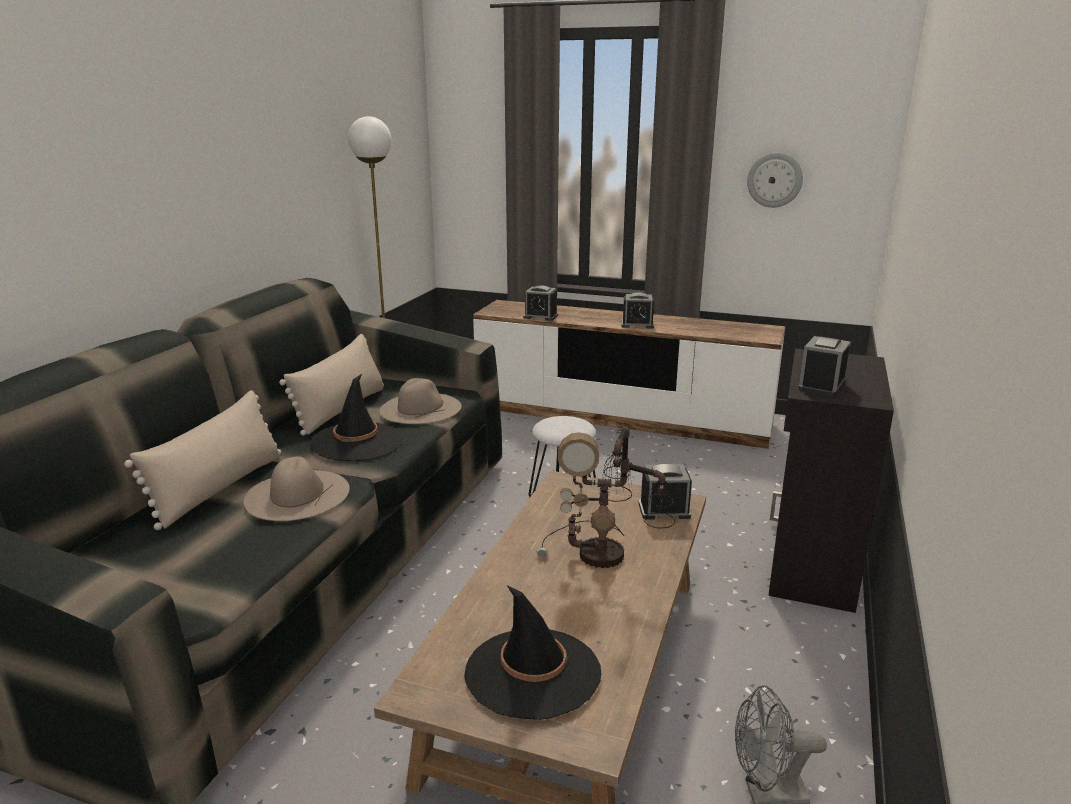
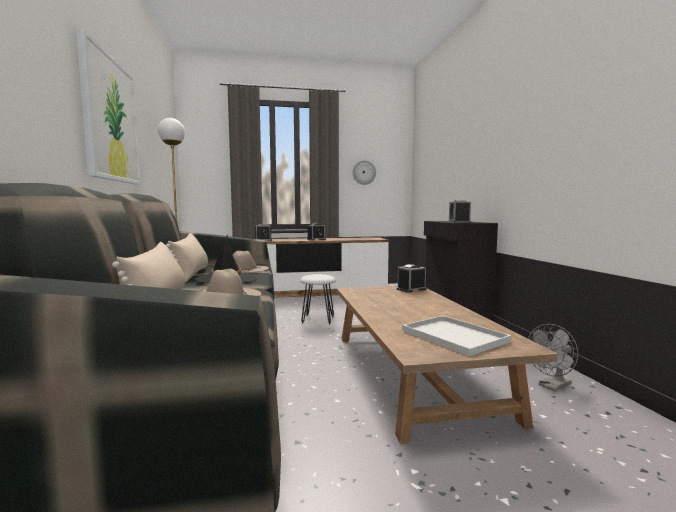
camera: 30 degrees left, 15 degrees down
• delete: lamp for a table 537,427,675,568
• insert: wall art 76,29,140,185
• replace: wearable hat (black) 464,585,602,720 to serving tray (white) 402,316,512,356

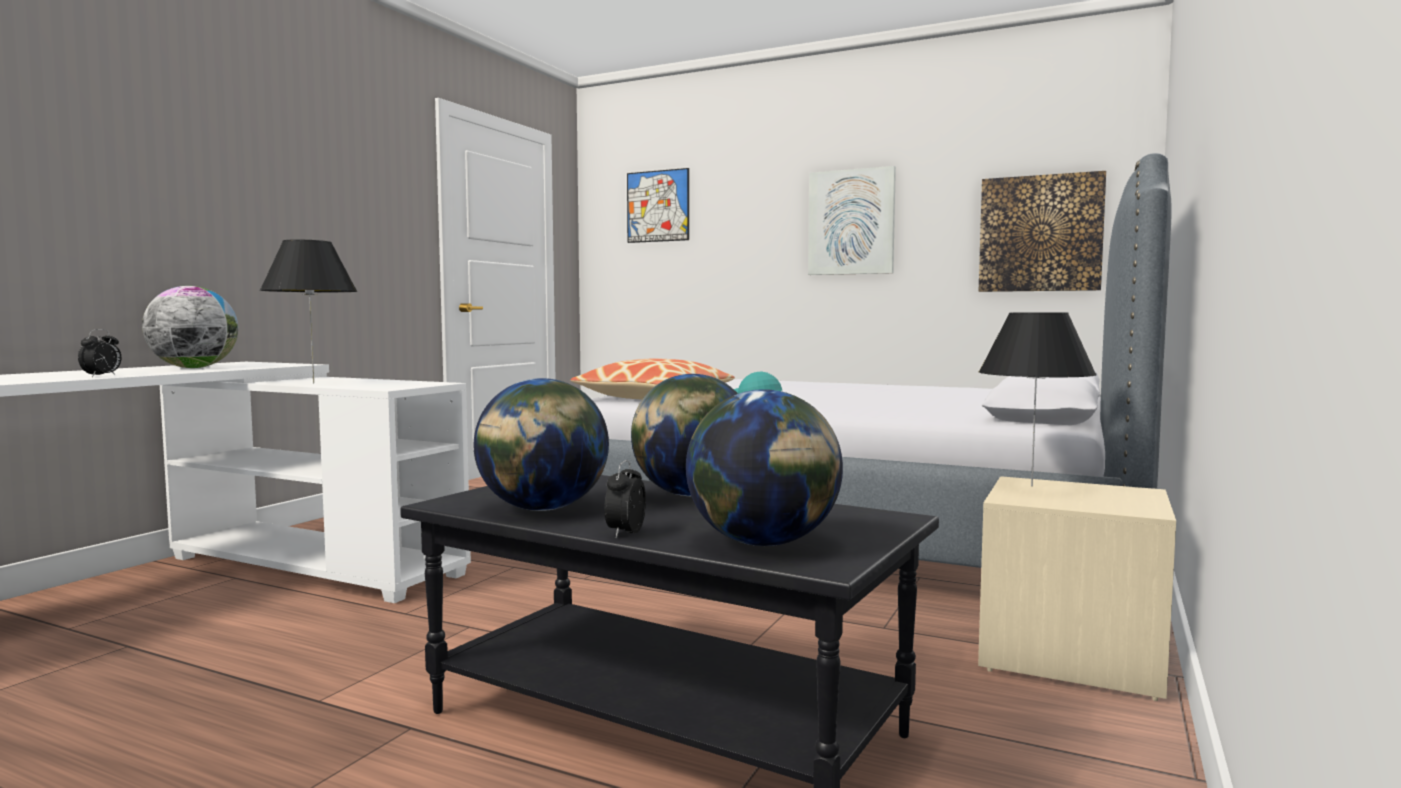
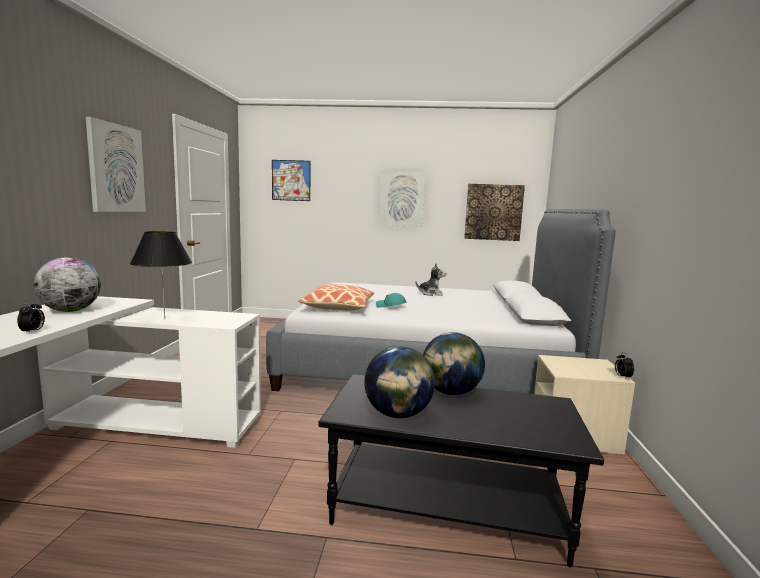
camera: 20 degrees left, 5 degrees up
• delete: desk globe 686,389,843,546
• delete: lamp for a table (black) 979,312,1097,486
• insert: wall art 86,117,146,212
• insert: cuddly toy 415,264,447,296
• move: bedside clock 604,460,646,538 to 615,352,634,379

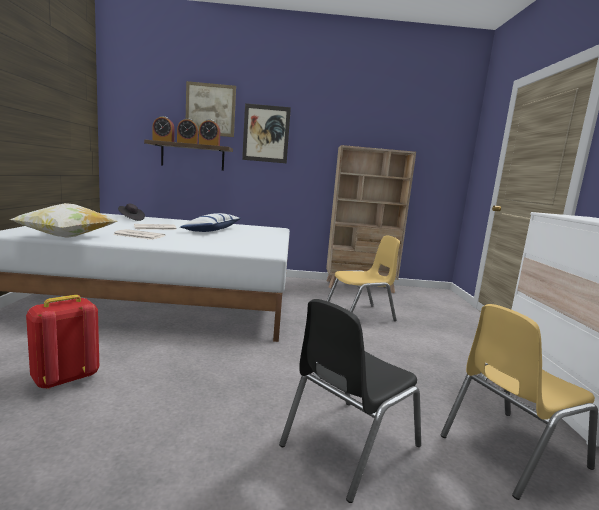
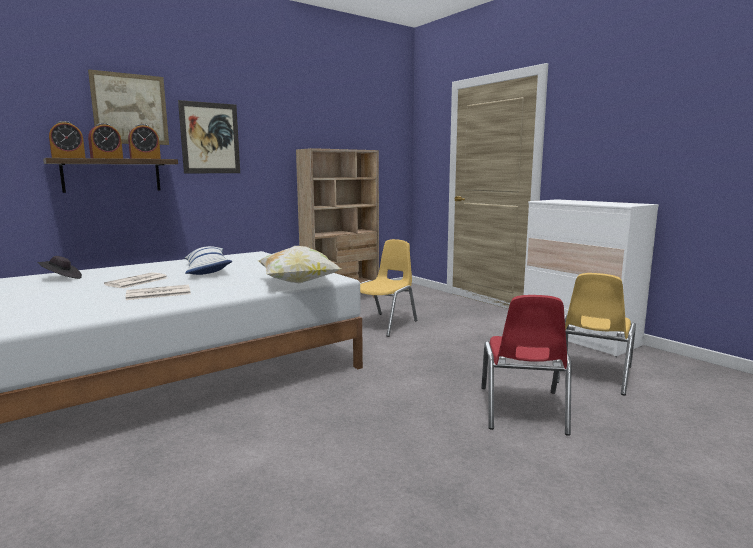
camera: 35 degrees left, 0 degrees up
• delete: rucksack (reddish) 26,295,99,389
• move: throw pillow 10,203,118,238 to 259,246,341,283
• recolor: chair (black) 279,299,421,503 to chair (reddish) 481,295,572,436

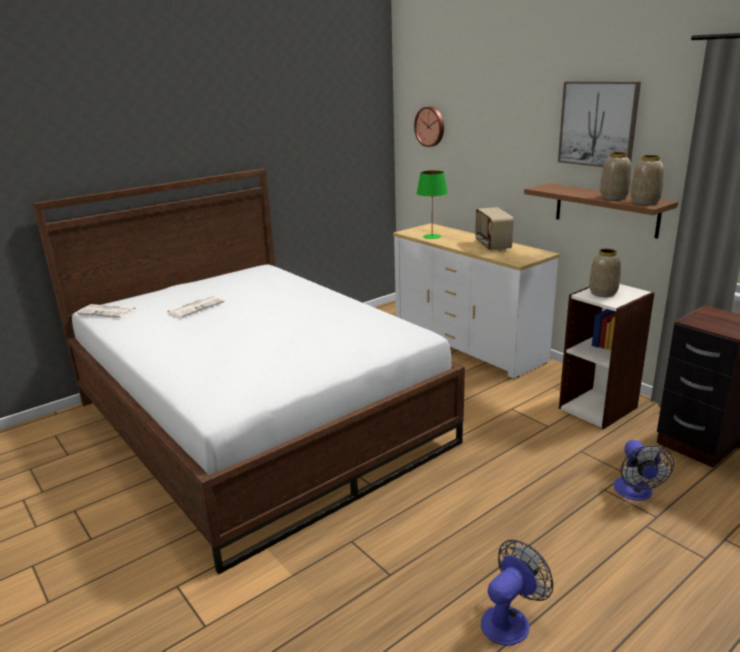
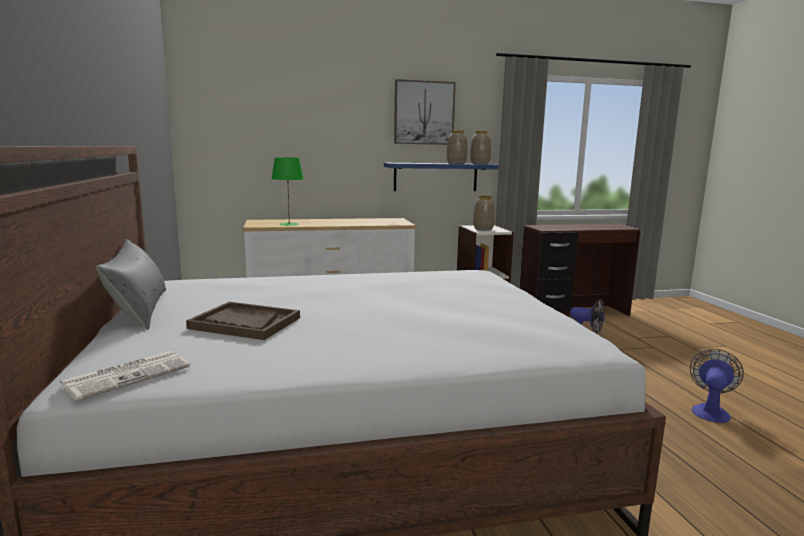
camera: 65 degrees left, 10 degrees down
• delete: wall clock 414,107,444,147
• delete: radio 475,207,514,251
• insert: throw pillow (grey) 96,239,166,330
• replace: printed paper 166,296,224,318 to serving tray (brown) 186,302,300,340
• recolor: wall shelf (brown) 524,183,678,239 to wall shelf (blue-coloured) 384,163,499,191
• rotate: fan 481,540,553,646 = 690,349,744,423 45 degrees clockwise

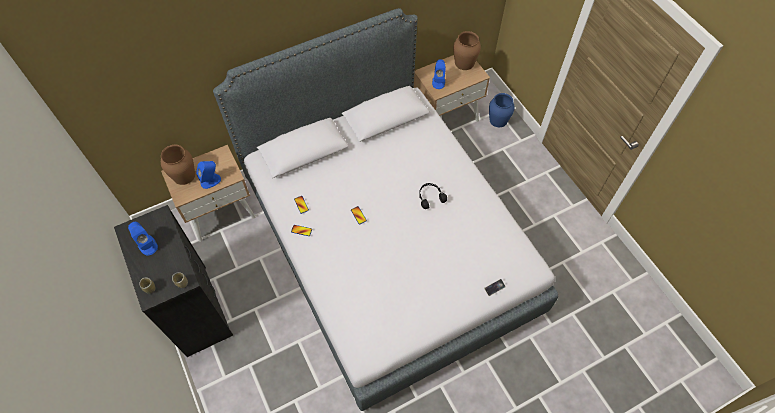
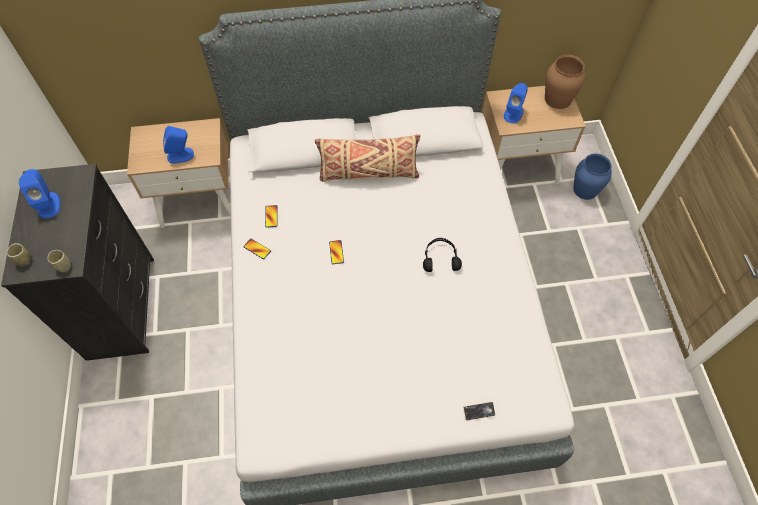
camera: 20 degrees right, 0 degrees up
• delete: decorative vase (brown) 161,145,195,185
• insert: throw pillow (beige) 315,134,420,182

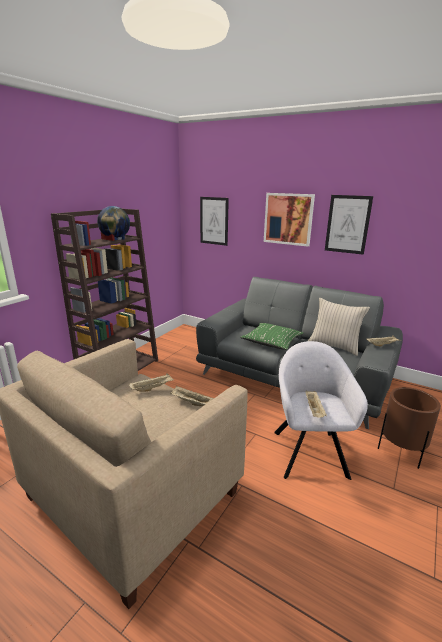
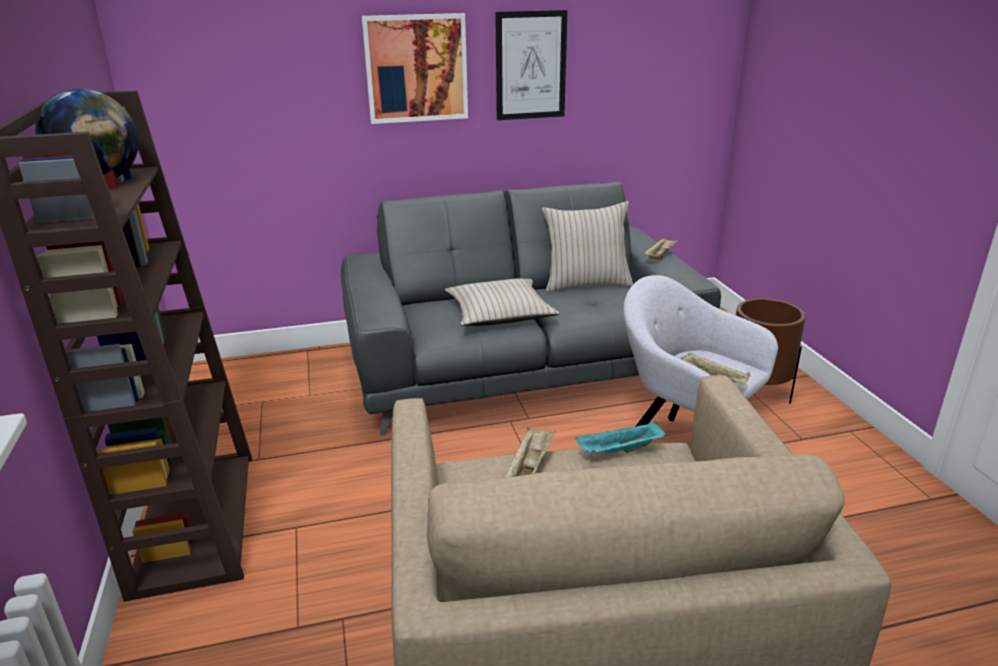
camera: 45 degrees left, 5 degrees up
• delete: wall art 200,197,229,246
• recolor: serving tray (beige) 170,386,214,406 to serving tray (turquoise-coloured) 575,421,665,454
• recolor: throw pillow (green) 240,323,303,350 to throw pillow (beige) 445,278,560,326

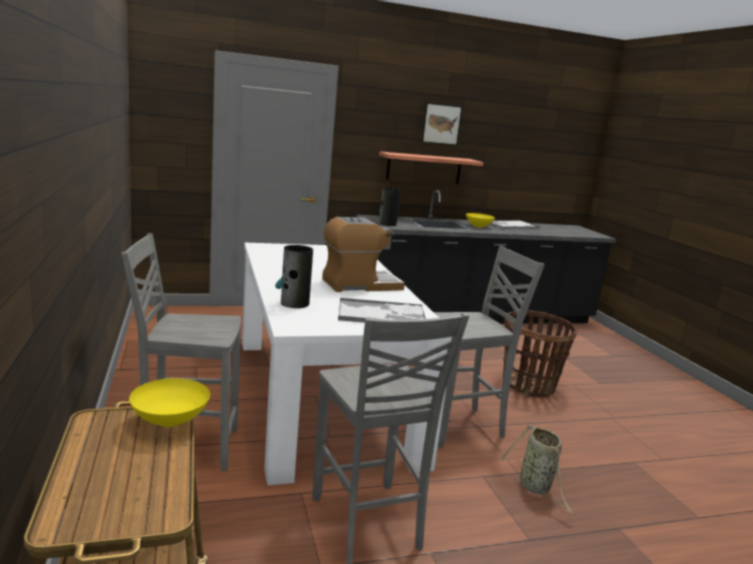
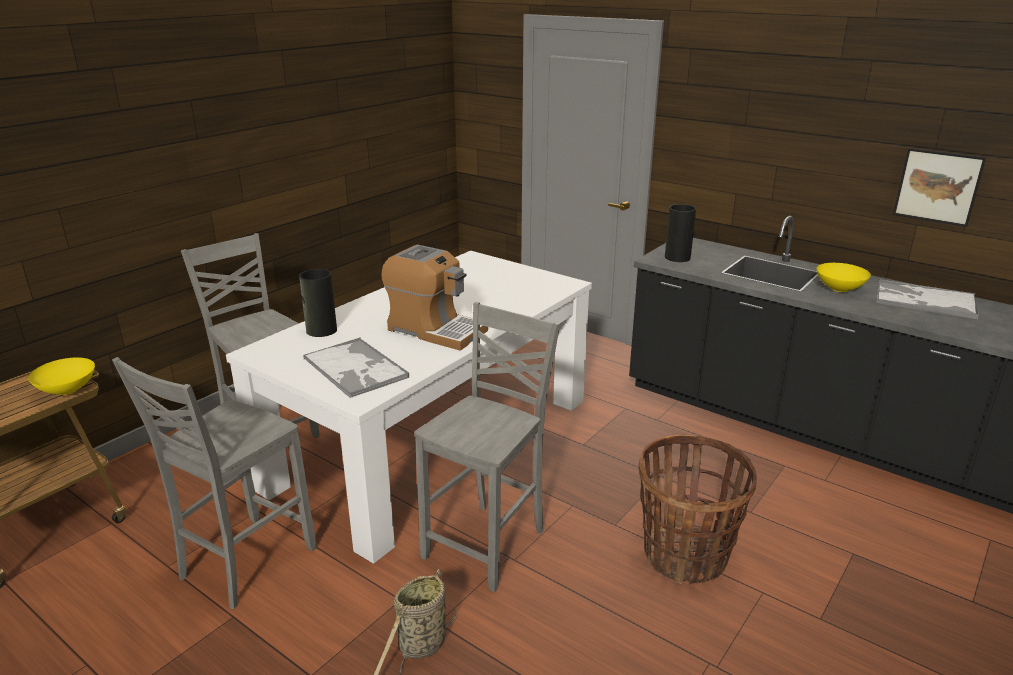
camera: 55 degrees right, 10 degrees up
• delete: wall shelf 379,151,484,184
• move: wall art 421,102,463,146 to 893,148,986,227
• rotate: chair (grey) 434,245,545,448 = 414,302,560,592 90 degrees counterclockwise

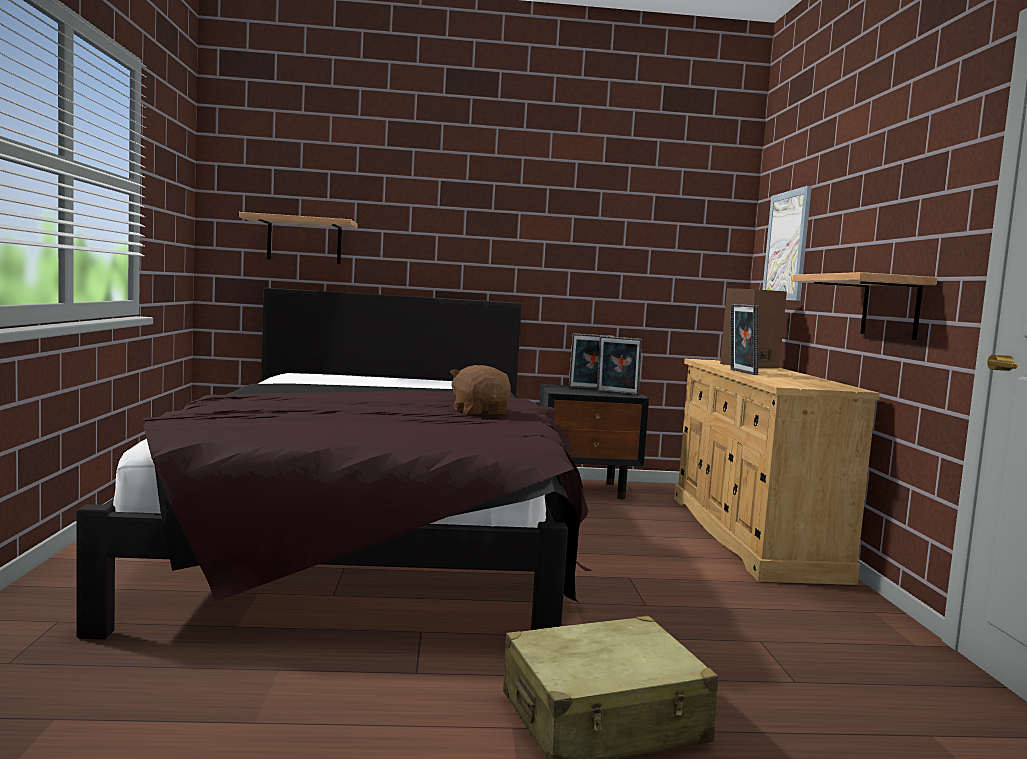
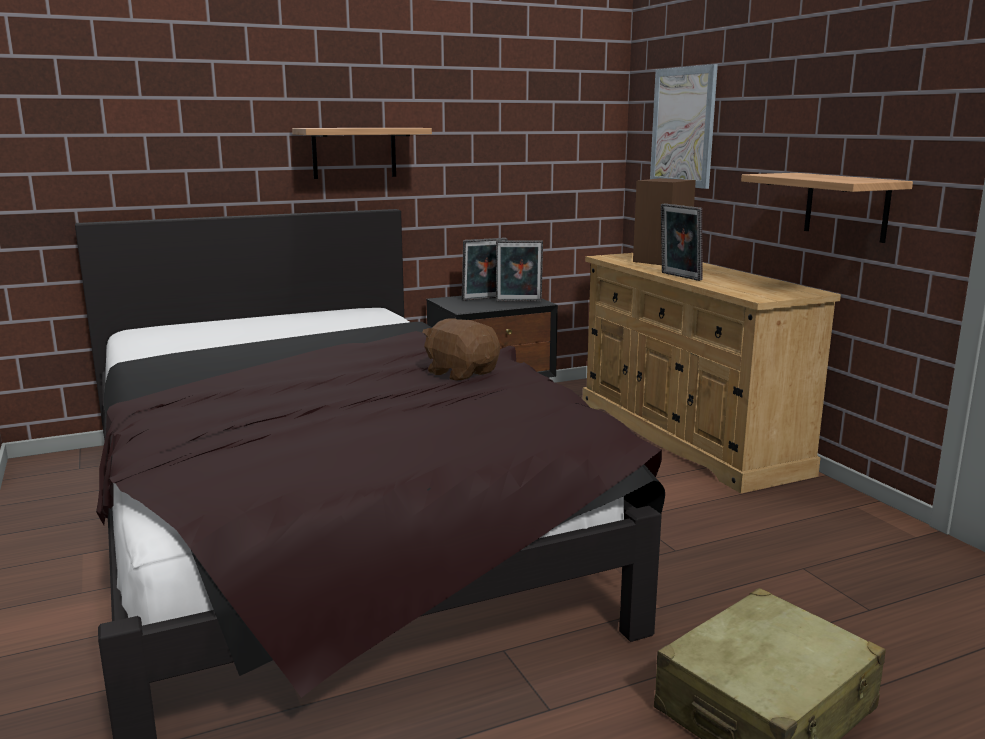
camera: 20 degrees left, 10 degrees up
• move: wall shelf 239,212,358,264 to 292,128,432,179

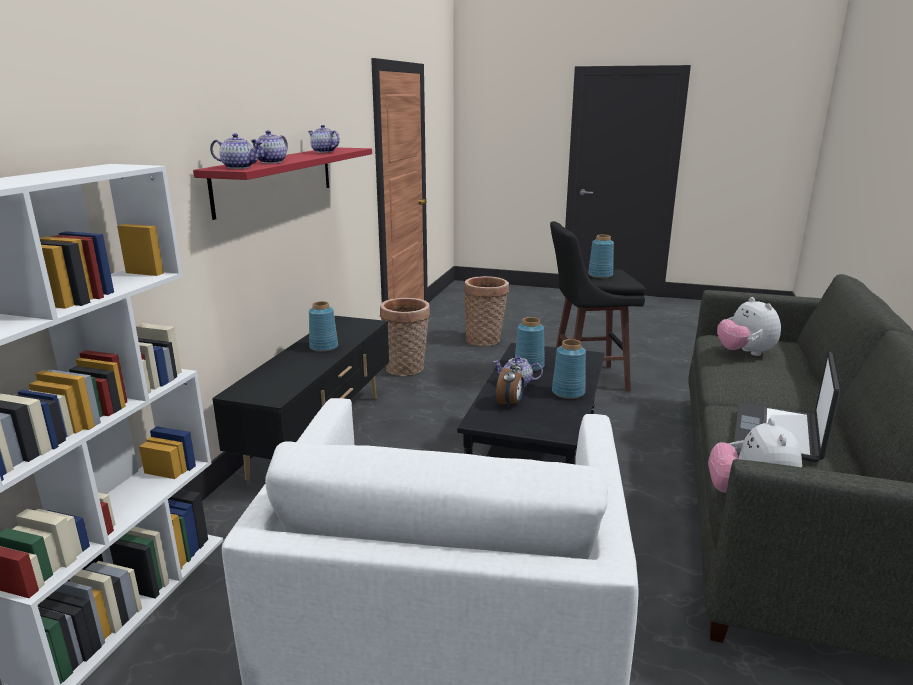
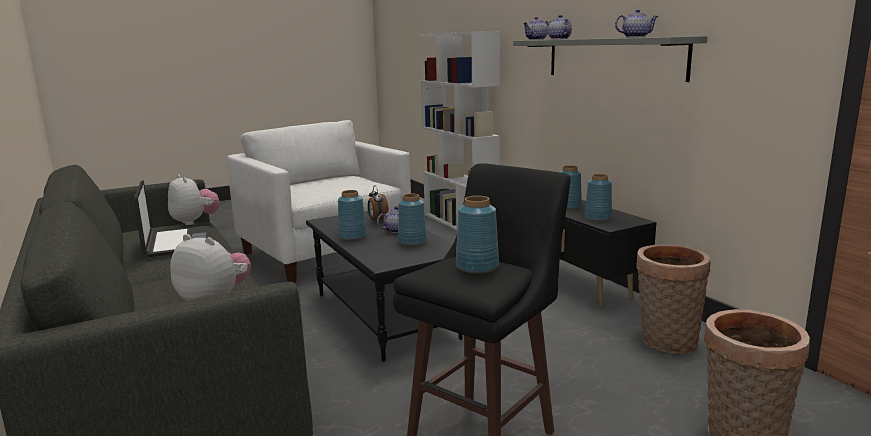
camera: 135 degrees right, 5 degrees down
• insert: decorative vase (blue-coloured) 584,174,612,221
• recolor: wall shelf (reddish) 193,147,372,220 to wall shelf (grey) 513,36,708,82

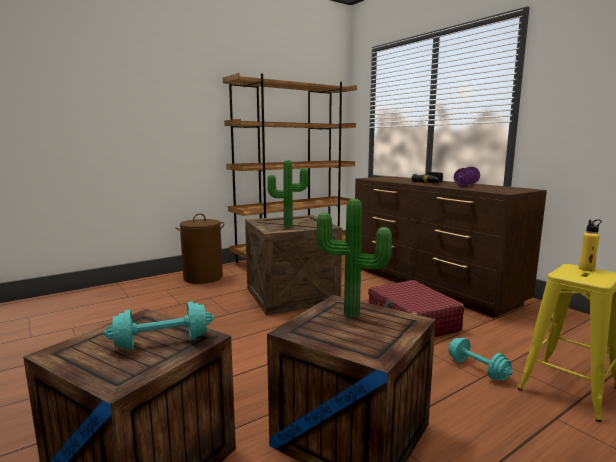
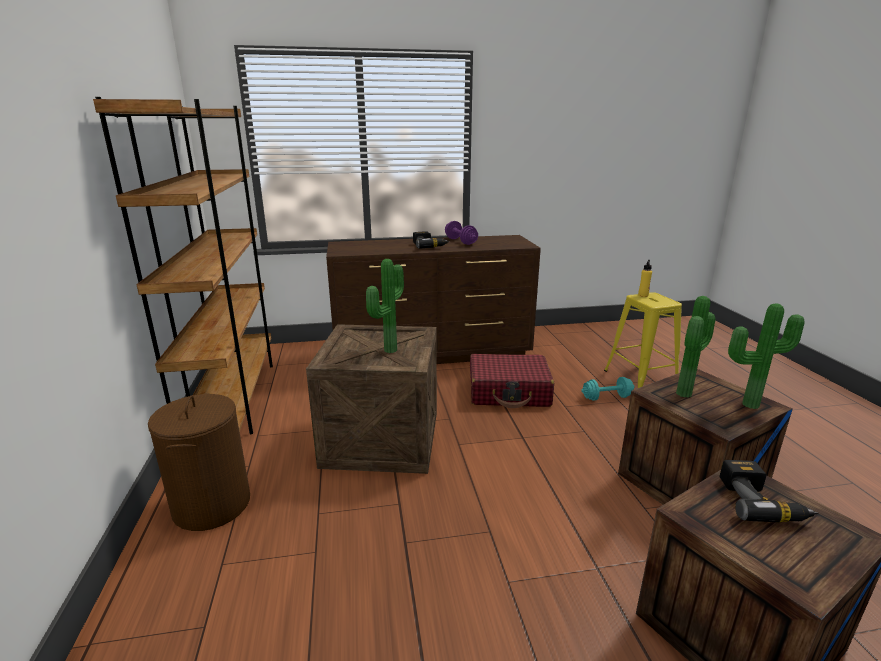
camera: 65 degrees left, 10 degrees up
• insert: houseplant 728,303,805,409
• replace: dumbbell (turquoise-coloured) 103,302,214,350 to power drill 720,460,819,523

